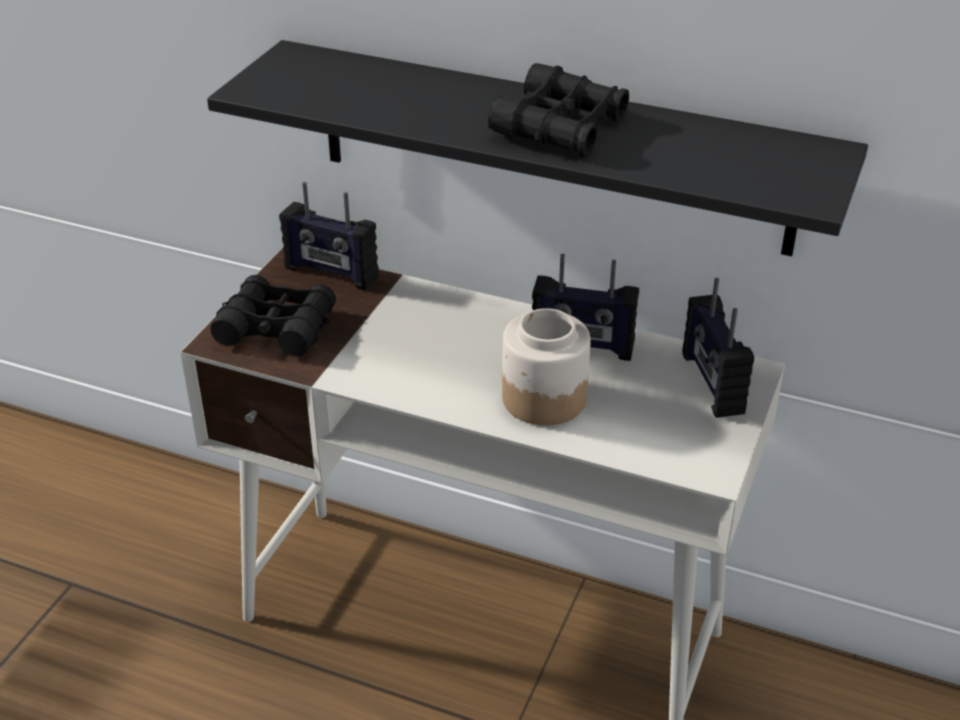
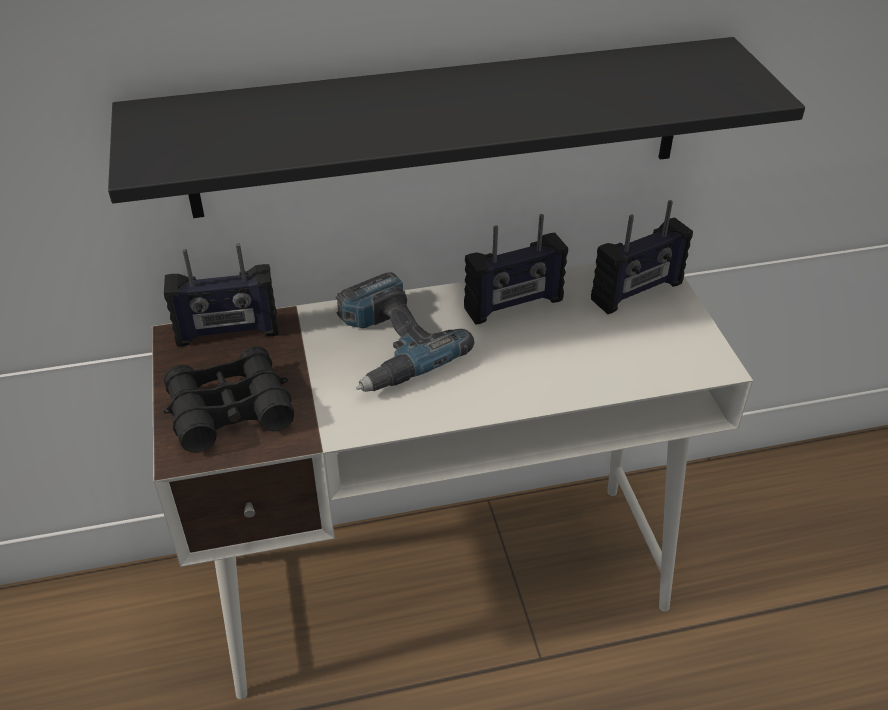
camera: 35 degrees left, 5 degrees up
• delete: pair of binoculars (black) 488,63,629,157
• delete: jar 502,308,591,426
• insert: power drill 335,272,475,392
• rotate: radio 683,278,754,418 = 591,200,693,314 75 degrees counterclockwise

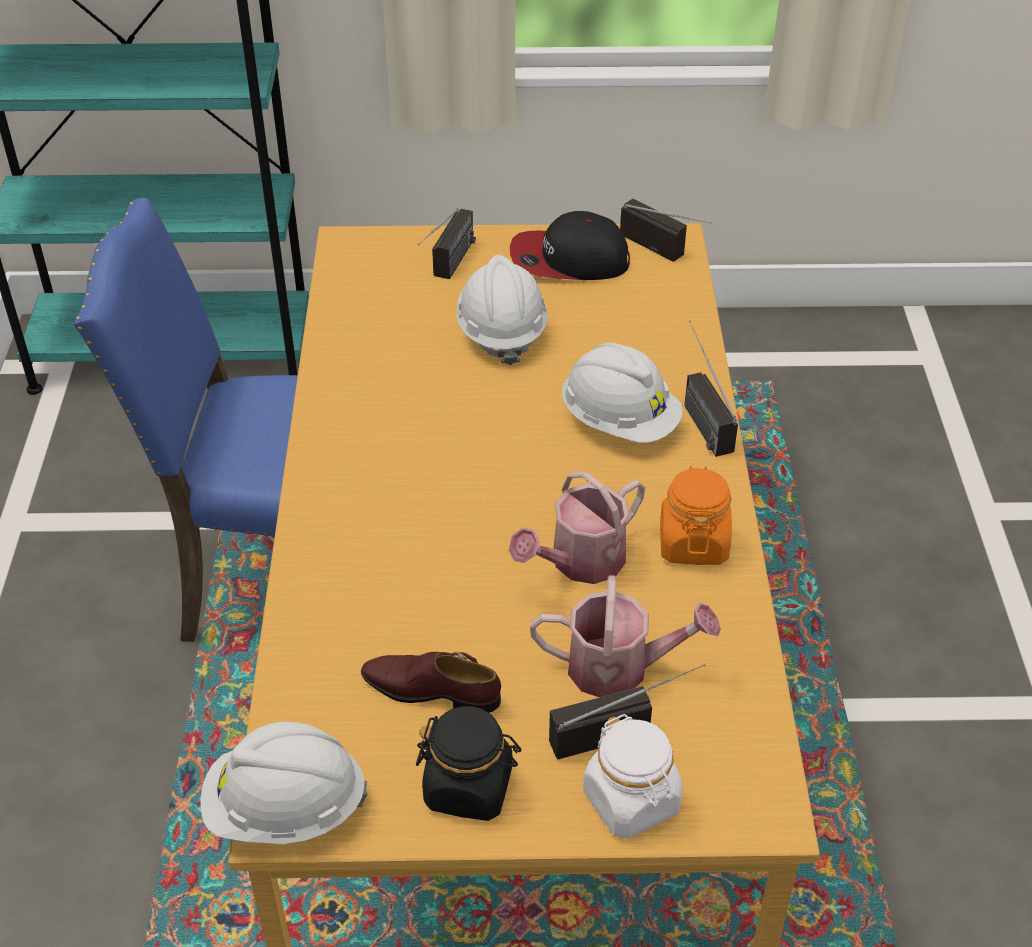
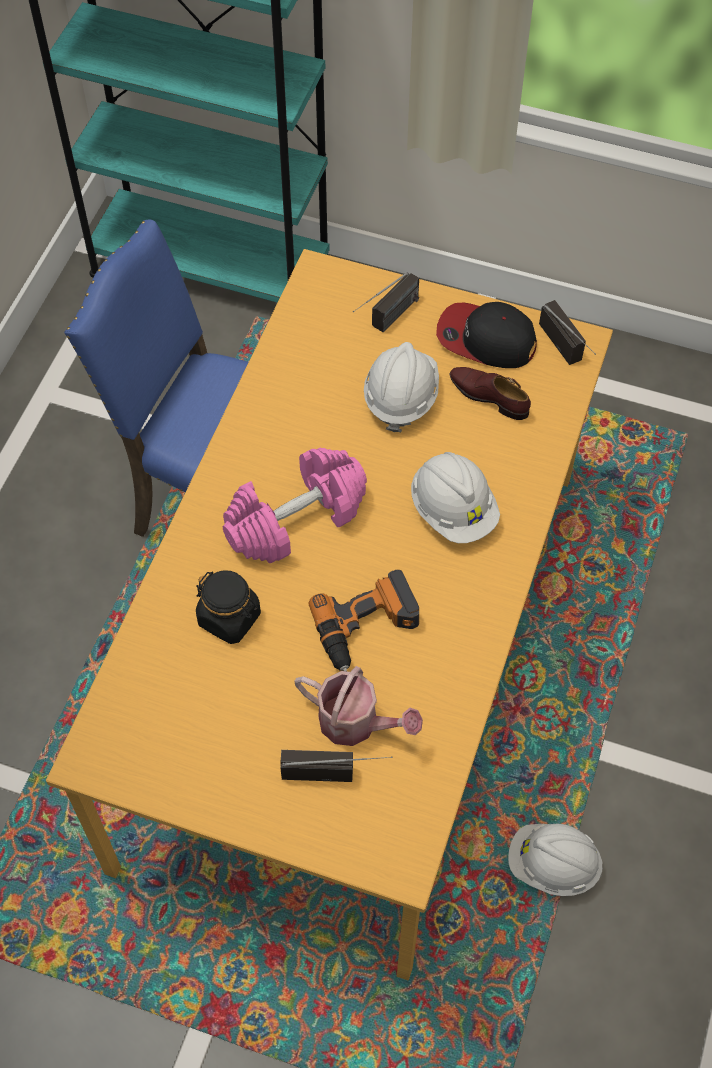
camera: 20 degrees right, 15 degrees up
• delete: jar (white) 583,714,683,839
• delete: jar (orange-coloured) 660,466,732,565
• delete: radio 684,321,738,457
• insert: dumbbell (pinkish) 223,448,367,563
• move: safety helmet (white) 201,722,367,844 to 508,823,603,896
• move: item of footwear (brown) 361,652,501,713 to 450,367,531,420
• move: jar (black) 416,706,522,821 to 196,570,261,644
• replace: sprinkling can 509,472,645,584 to power drill 309,570,419,671

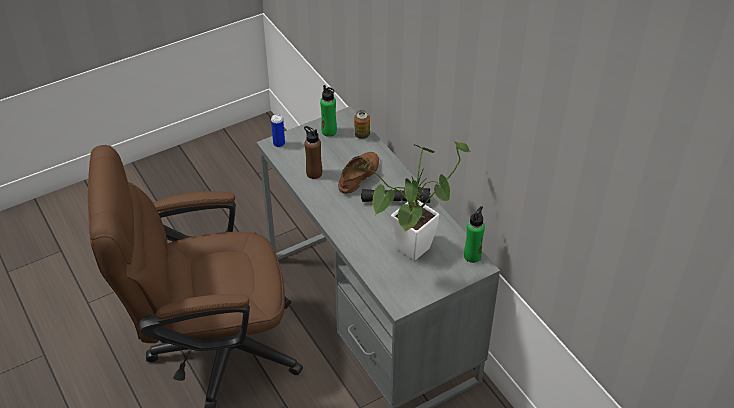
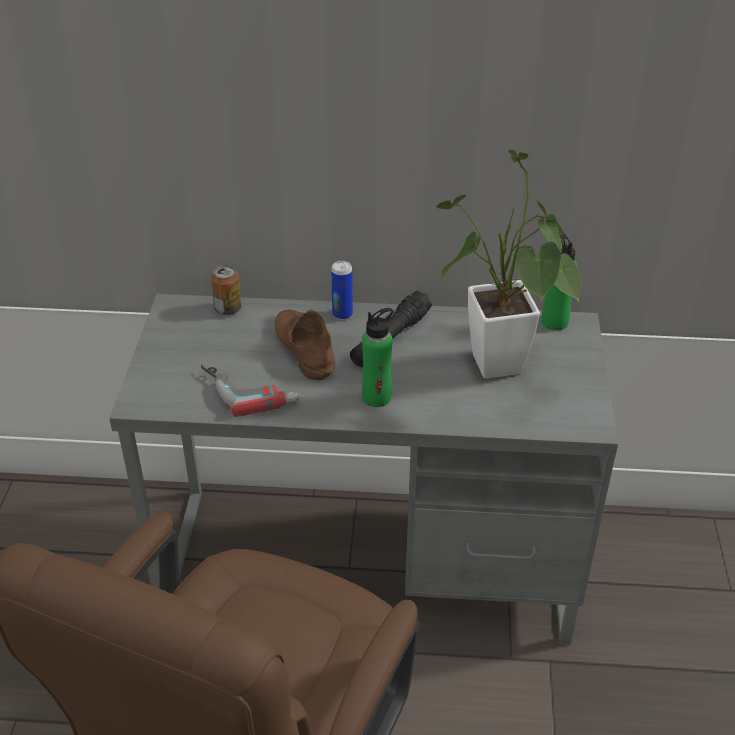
camera: 55 degrees left, 5 degrees down
• move: sealed can 271,114,285,147 to 331,261,353,320
• move: drink bottle (green) 320,85,337,137 to 362,308,393,407
• replace: drink bottle (brown) 304,126,322,179 to power drill 201,364,301,417

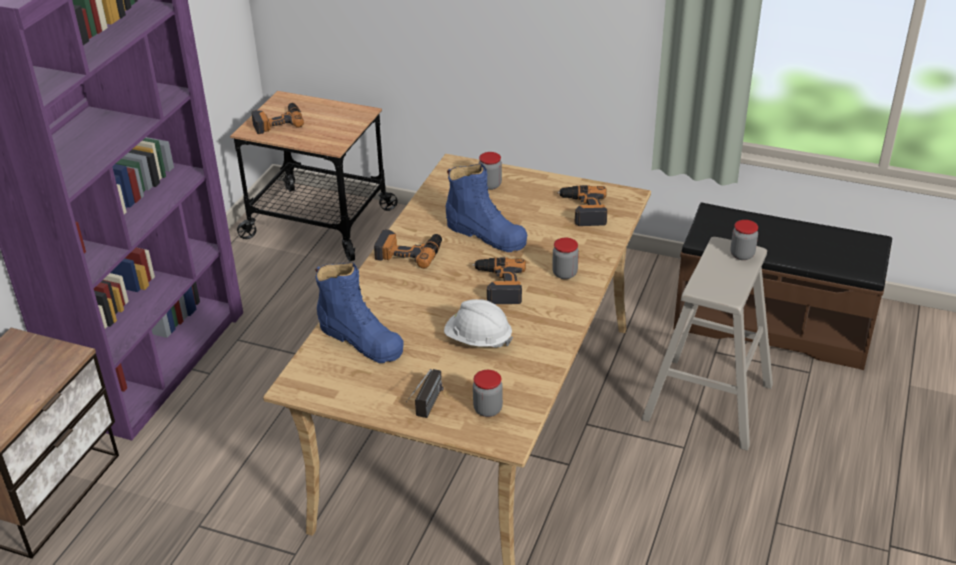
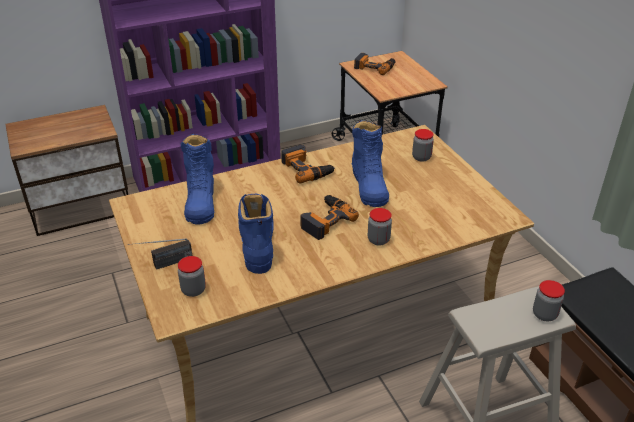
camera: 45 degrees right, 0 degrees up
• delete: power drill 557,185,607,226
• replace: safety helmet (white) 444,299,513,348 to tall boot (blue-coloured) 238,194,274,274

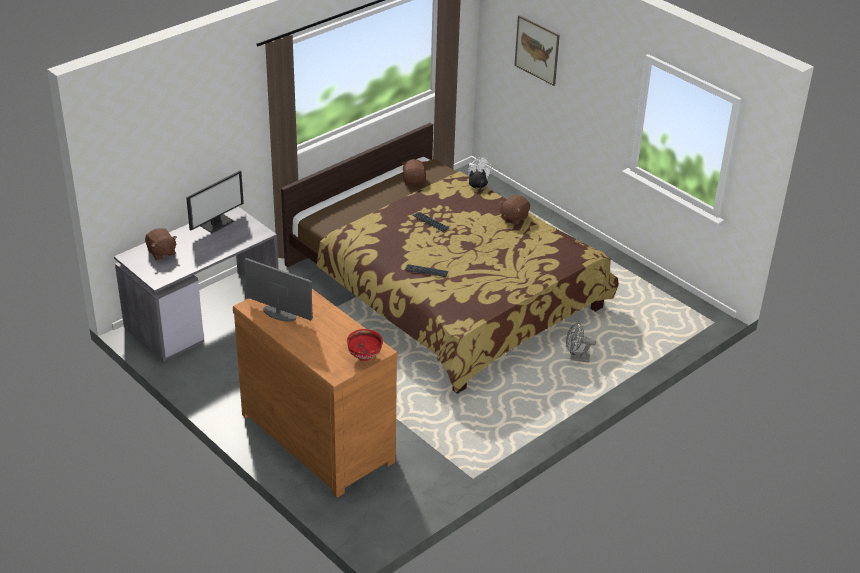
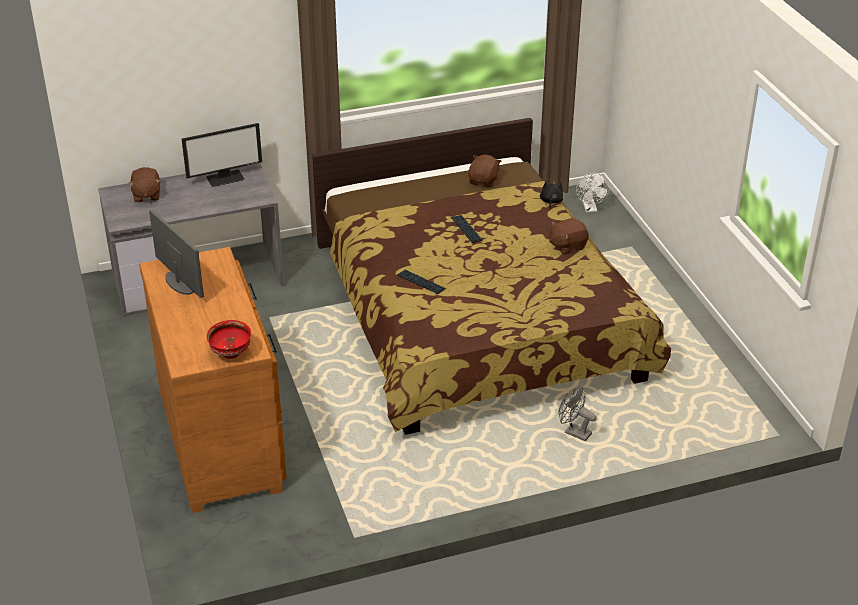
camera: 25 degrees right, 0 degrees up
• delete: wall art 514,15,560,86

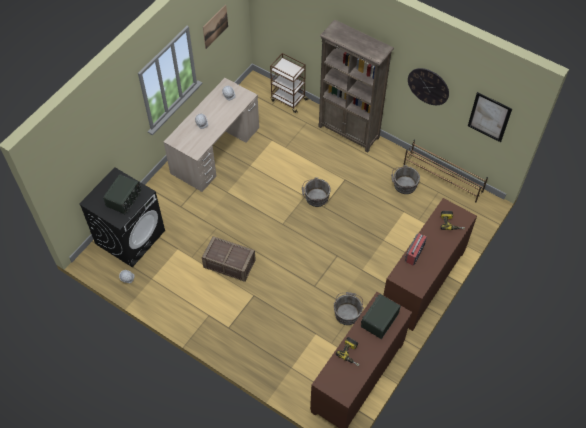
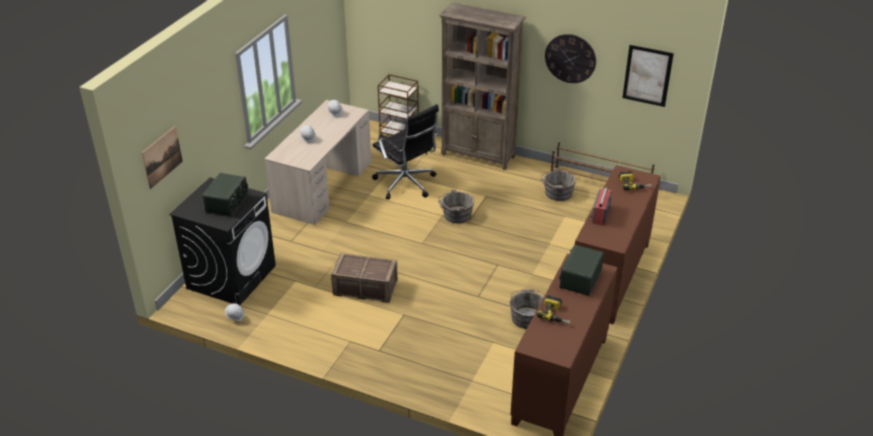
camera: 10 degrees left, 20 degrees down
• insert: office chair (black) 372,104,439,199
• move: wall art 203,5,228,49 to 142,126,183,189

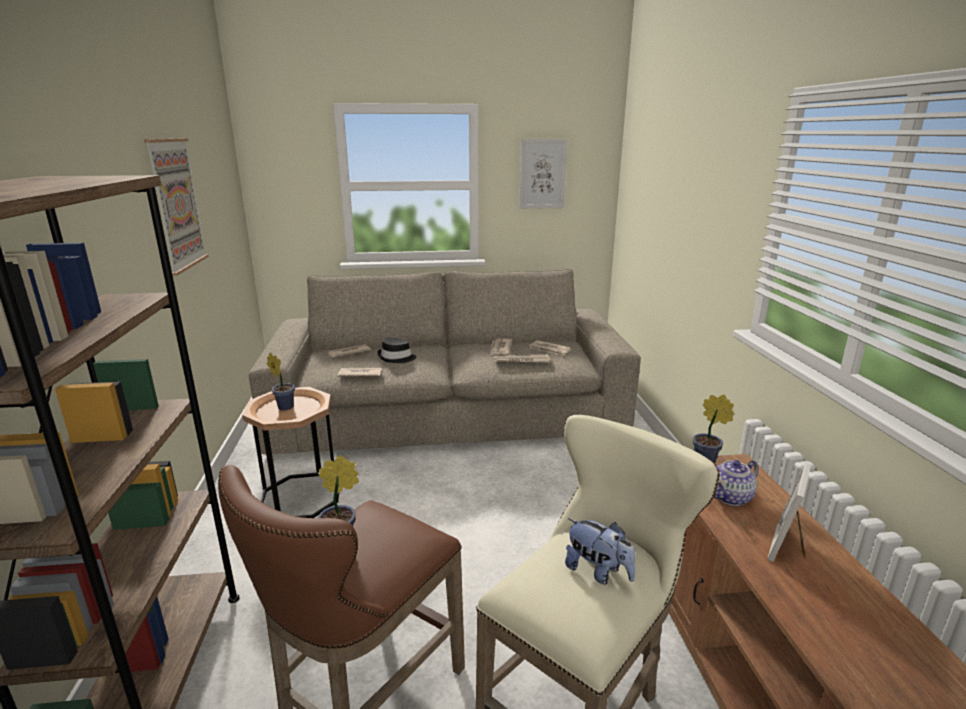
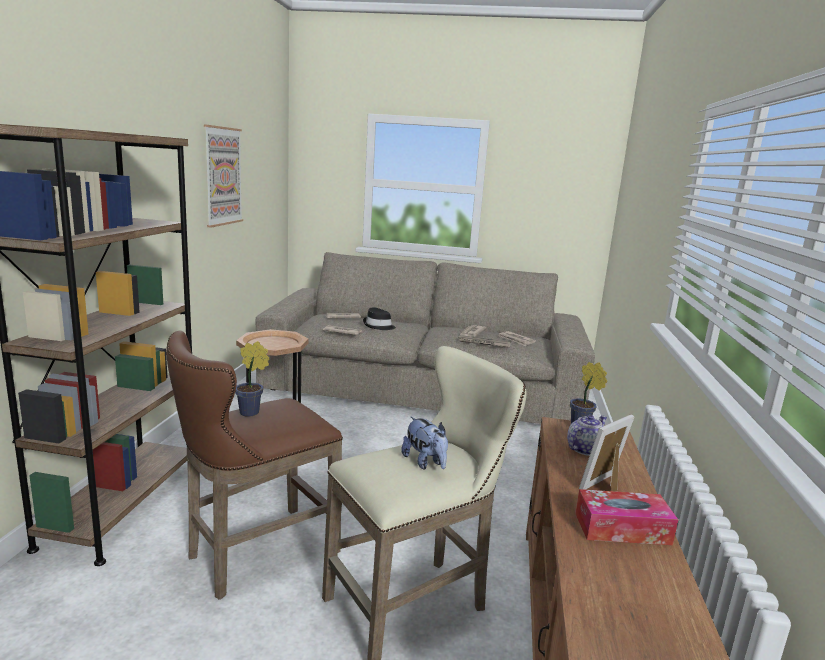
camera: 15 degrees right, 5 degrees down
• delete: houseplant 267,352,295,411
• delete: wall art 519,139,567,209
• insert: tissue holder 575,489,678,545
• rotate: pot for tea 714,460,759,506 = 567,415,607,456 150 degrees clockwise

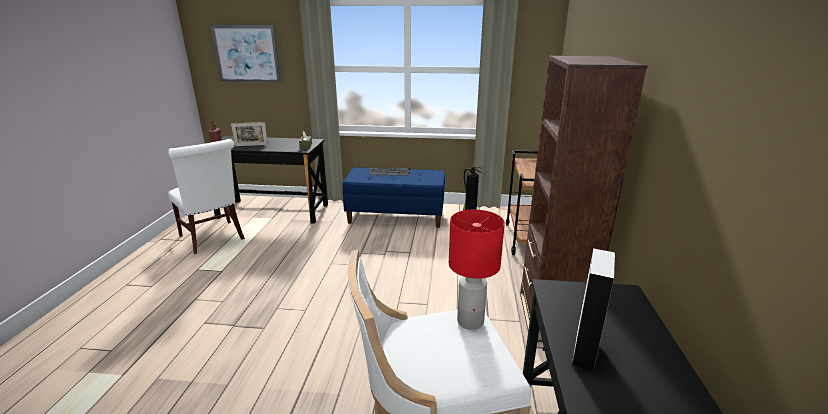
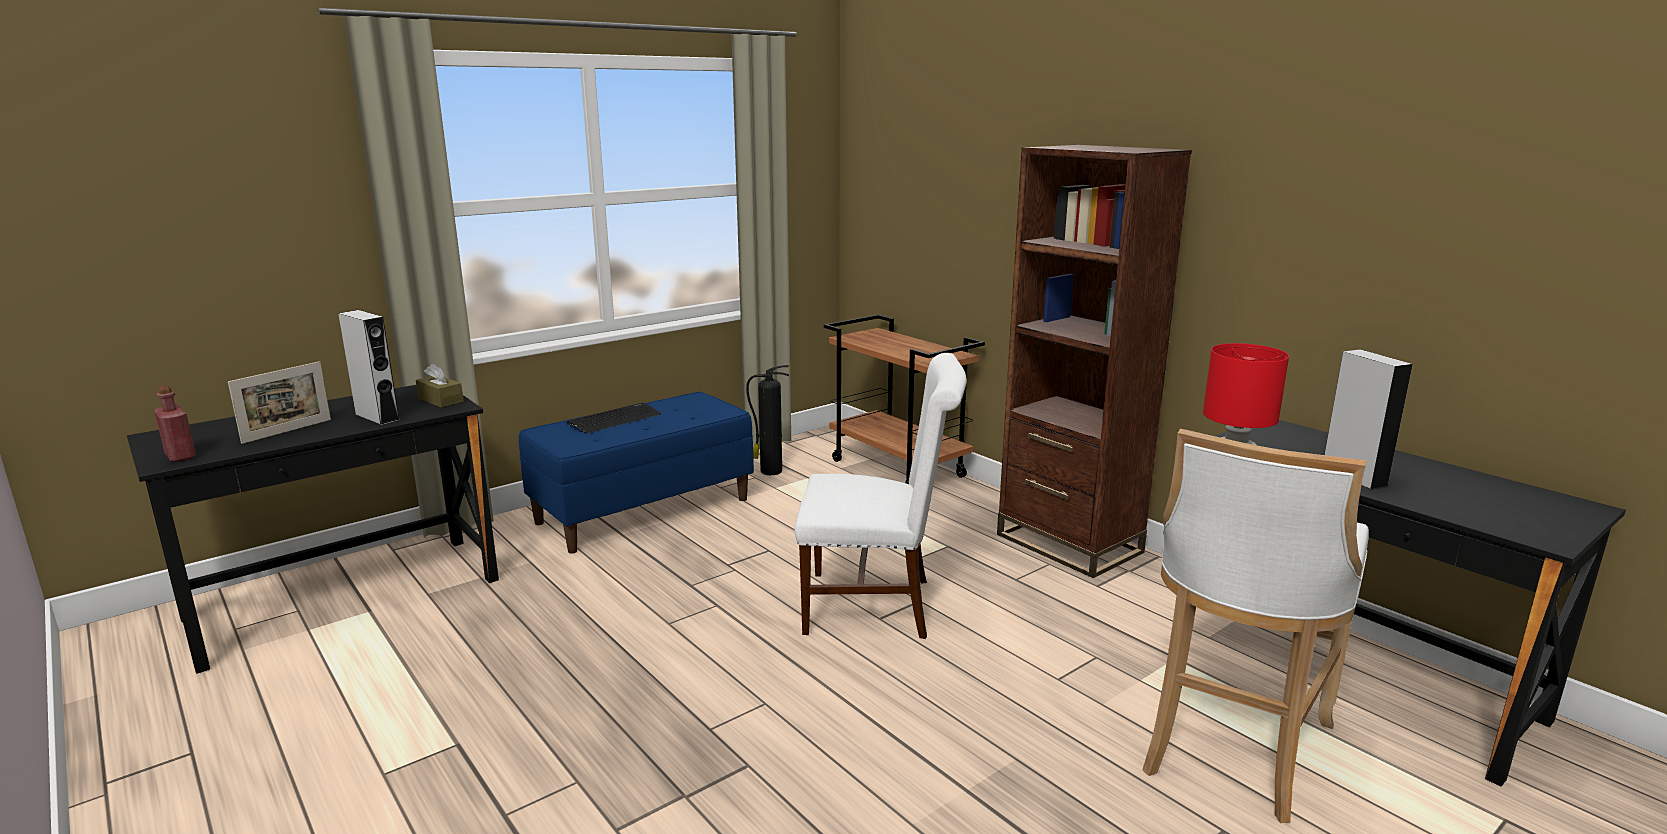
camera: 45 degrees left, 5 degrees down
• delete: wall art 211,25,281,83
• insert: speaker (grey) 338,310,400,425
• move: chair (white) 168,139,245,254 to 795,353,967,639

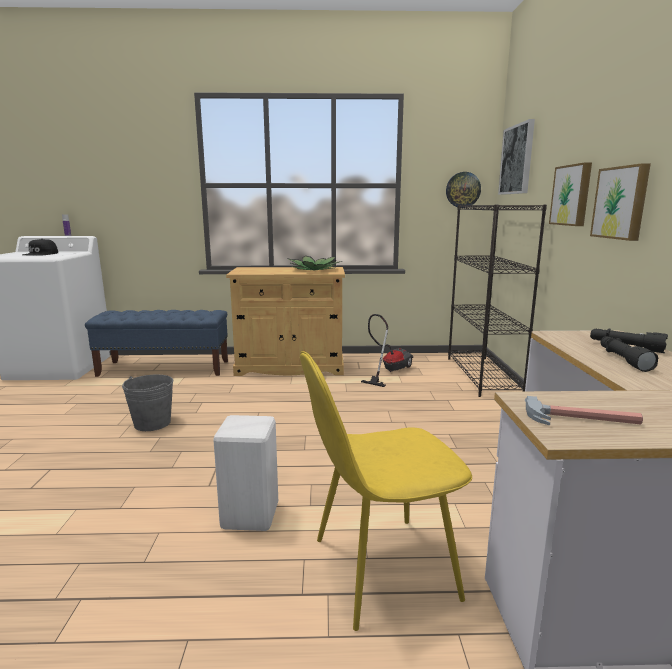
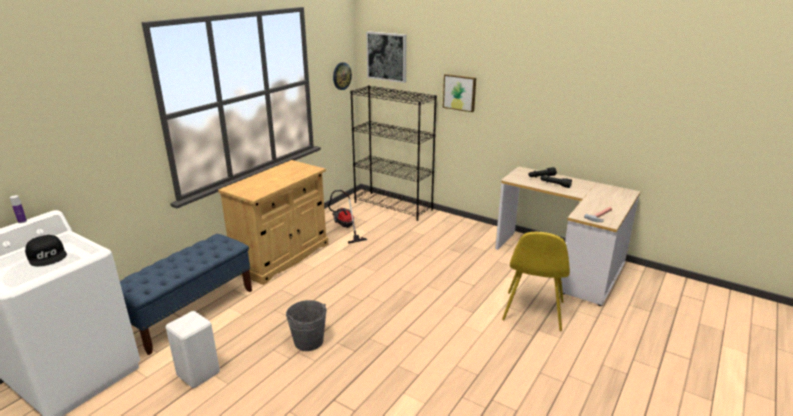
camera: 55 degrees left, 10 degrees up
• delete: houseplant 286,256,342,270
• delete: wall art 590,163,651,241
• move: sitting stool (white) 213,415,278,531 to 166,311,220,388

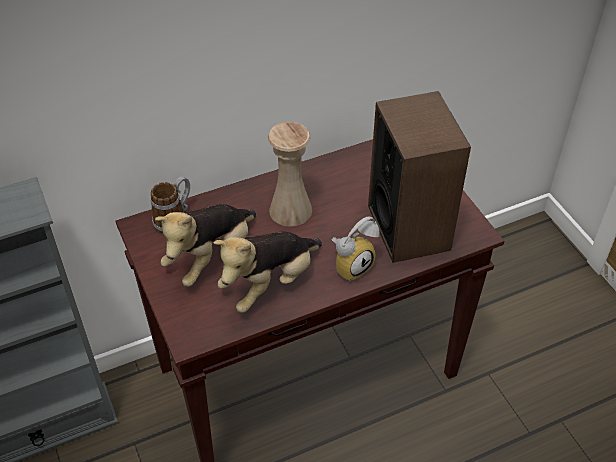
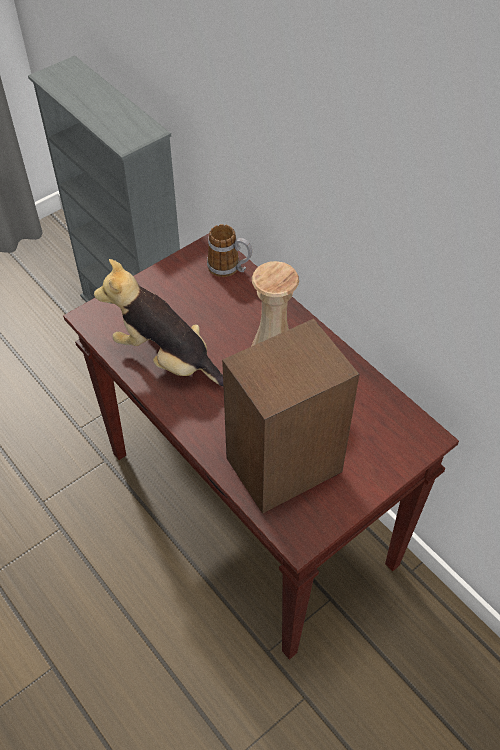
camera: 75 degrees right, 5 degrees up
• delete: cuddly toy 155,204,256,287
• delete: bedside clock 332,217,380,282

